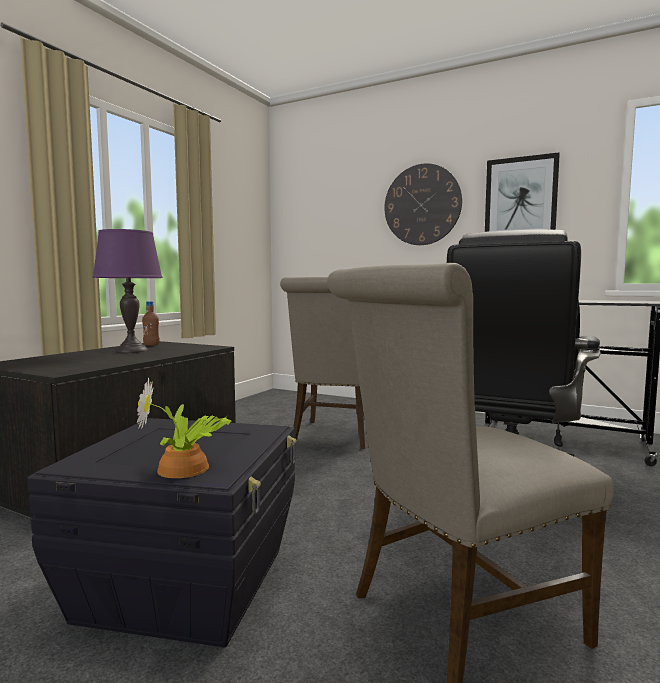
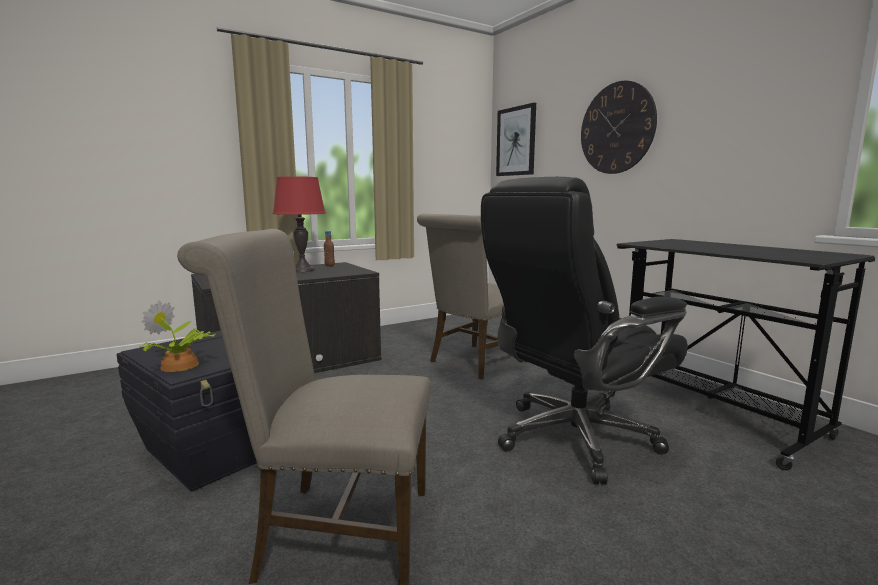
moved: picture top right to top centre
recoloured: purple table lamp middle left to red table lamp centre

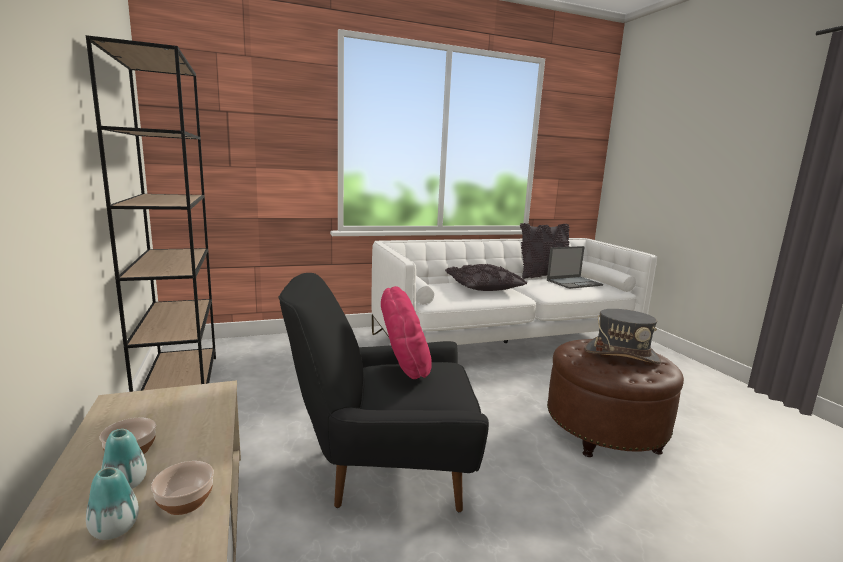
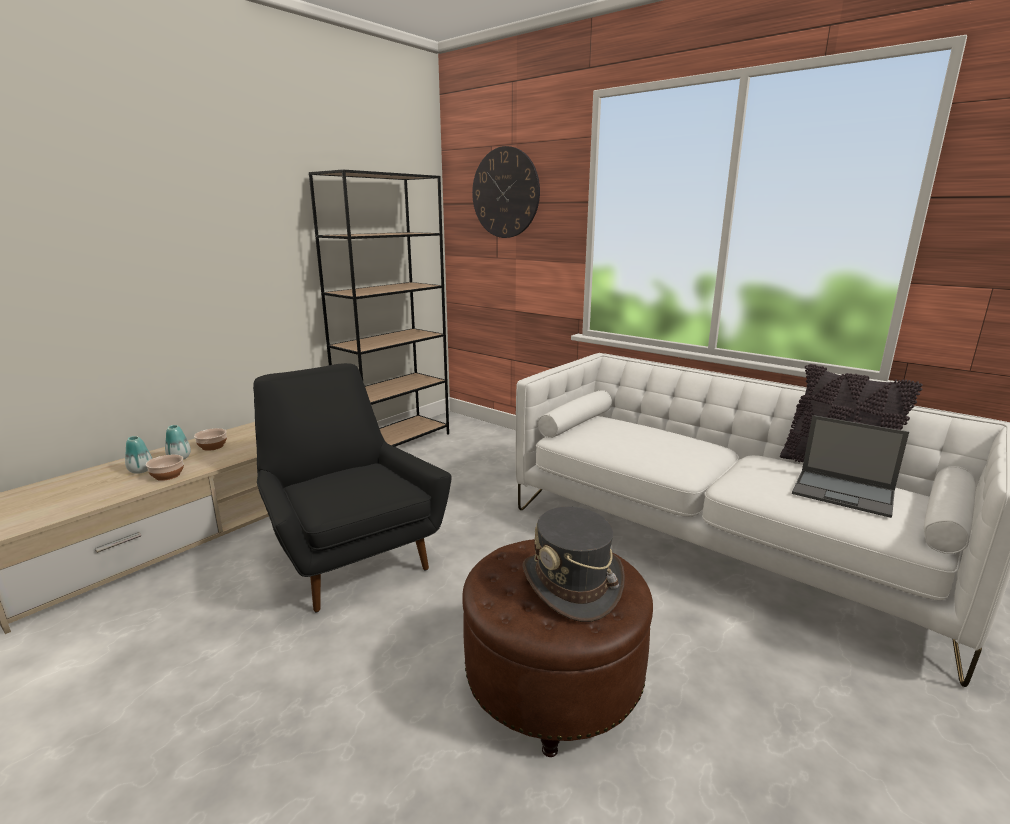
removed: pink pillow centre; black pillow (1st from left) centre
added: wall clock top centre

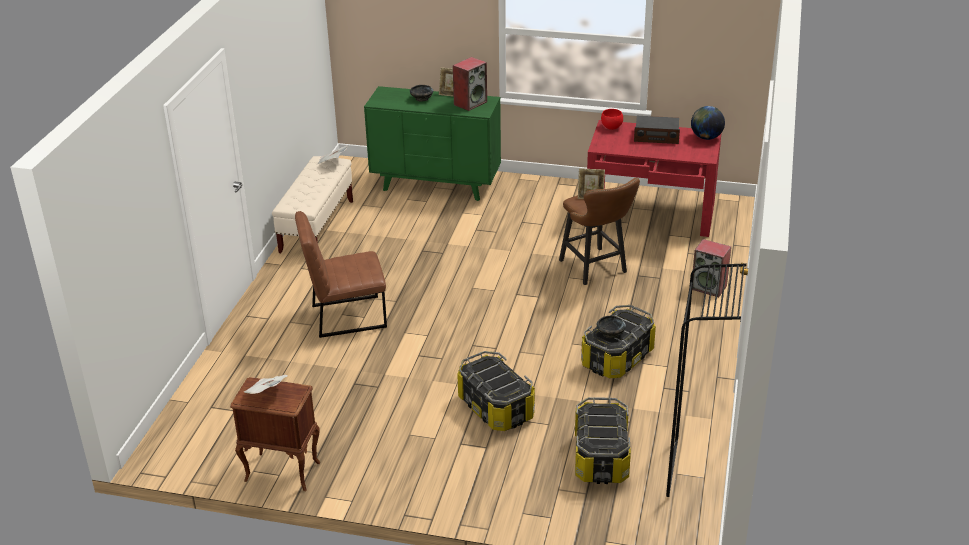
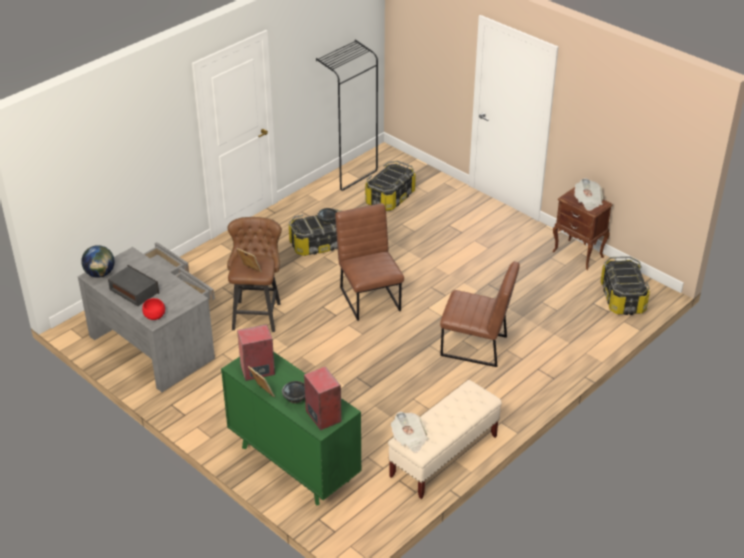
added: brown chair (1st from left) centre
moved: speaker (2nd from left) middle right to bottom centre; storage box (1st from left in the first image) bottom centre to storage box (3rd from left) middle right
recoloured: red desk top right to grey desk middle left

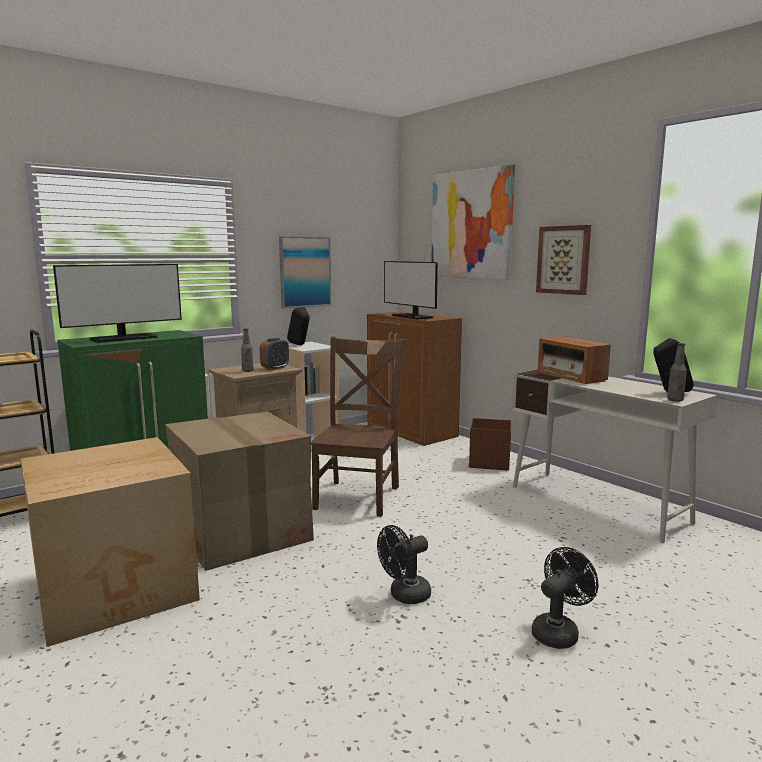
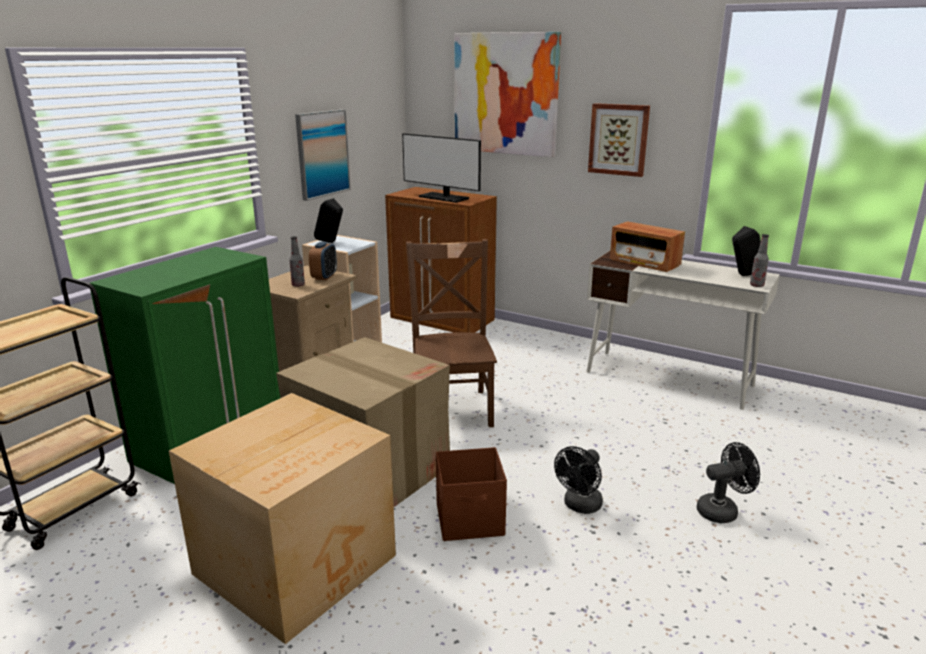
removed: monitor (1st from left) middle left
moved: brown storage box centre to bottom centre
turned: black fan (2nd from left) bottom right = bottom right 45 degrees clockwise

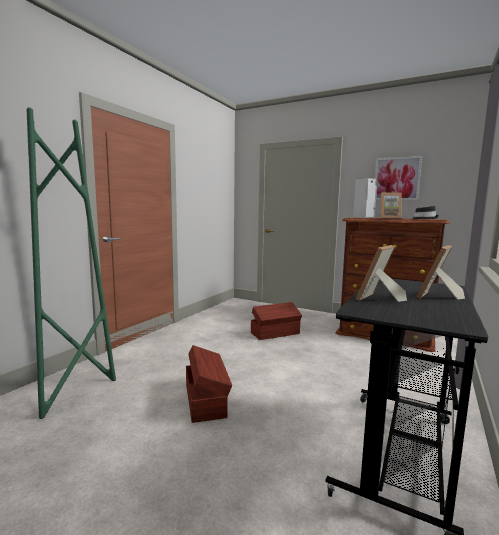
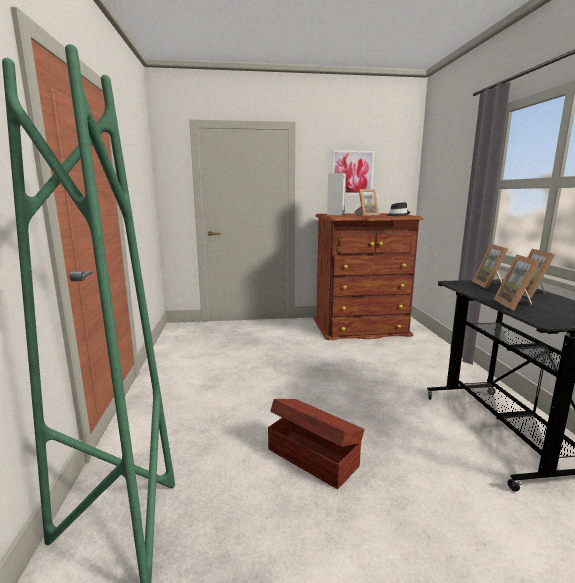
removed: brown storage box (2nd from left) centre
added: picture frame (2nd from left) middle right

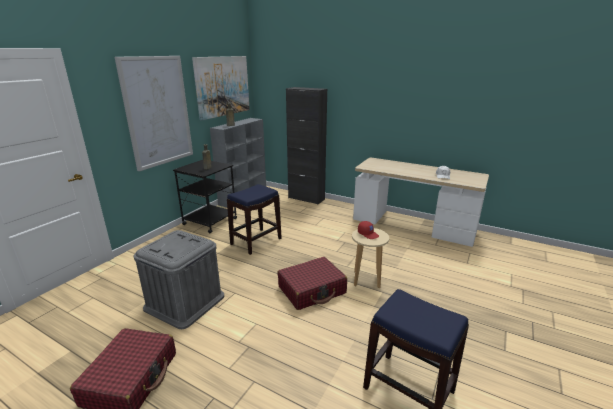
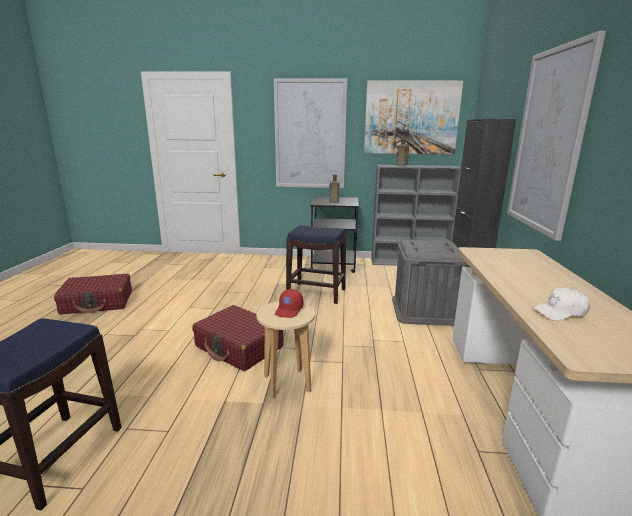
added: picture (3rd from left) top right
moved: grey storage box bottom left to middle right

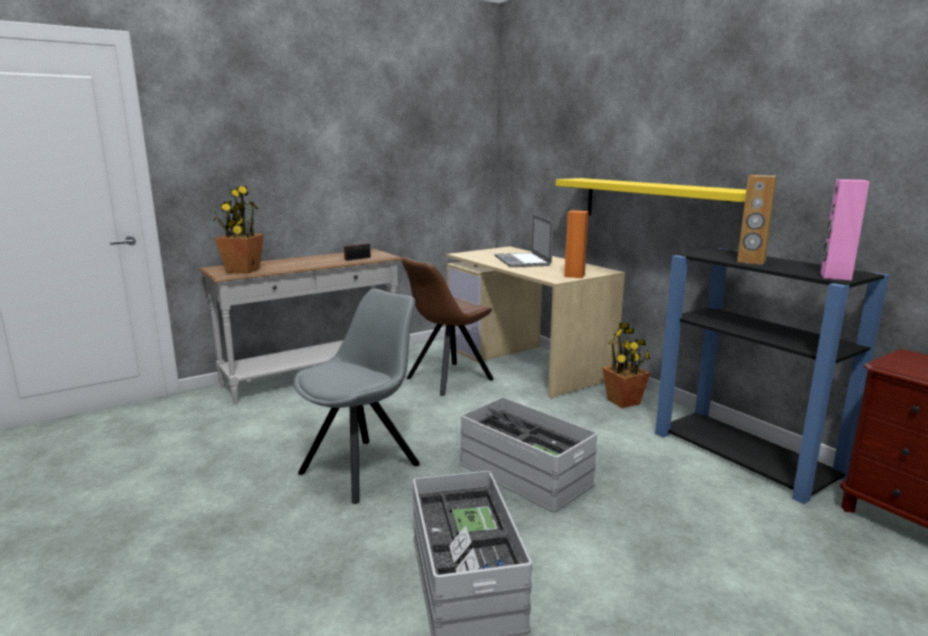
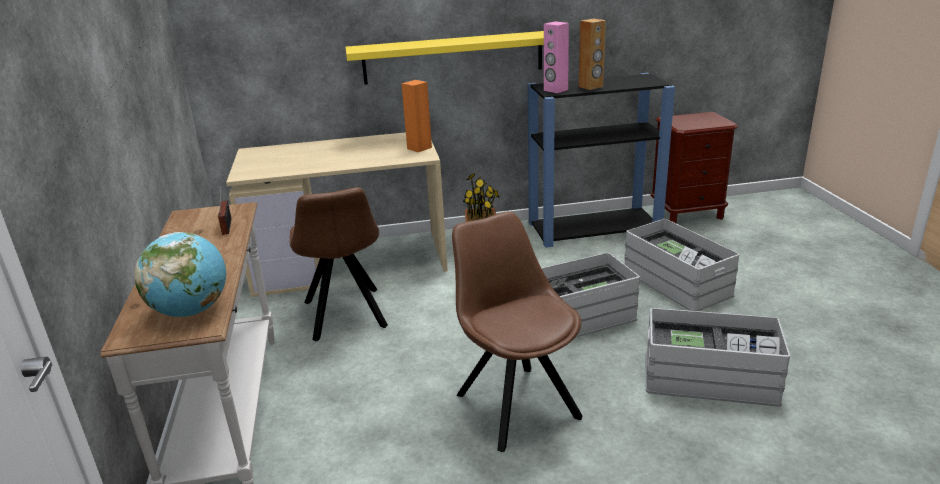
removed: laptop centre
added: grey storage box (2nd from left) middle right
moved: pink speaker middle right to top centre
replaced: potted plant (1st from left) middle left to globe middle left
recoloured: grey chair centre to brown chair (2nd from left) bottom centre

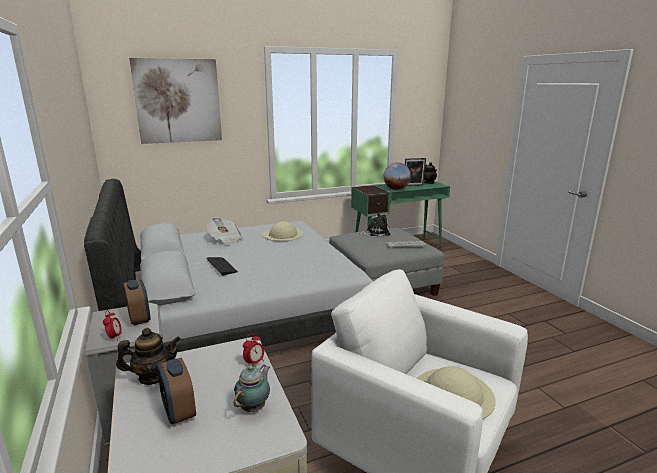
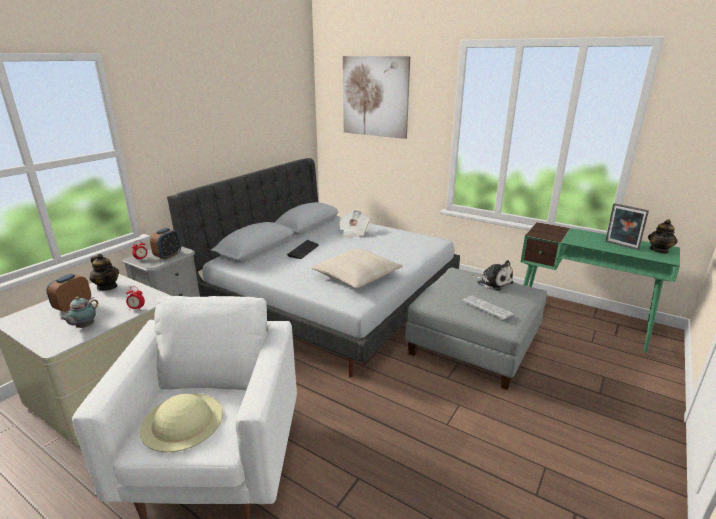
removed: beige hat (1st from left) centre; globe centre
added: beige pillow centre
turned: teapot (2nd from left in the first image) bottom centre = middle left 120 degrees clockwise

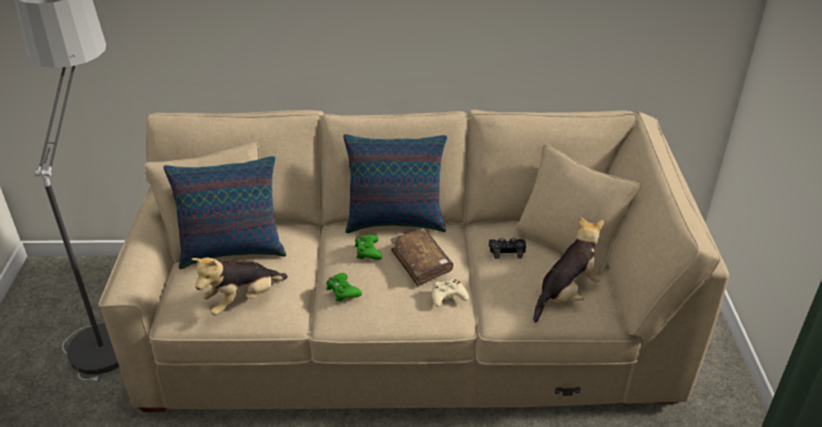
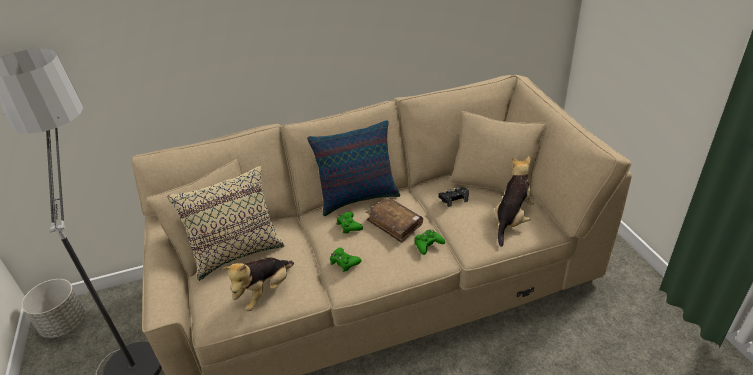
added: grey planter bottom left
recoloured: blue pillow (1st from left) middle left to beige pillow middle left; beige game controller bottom centre to green game controller (3rd from left) centre

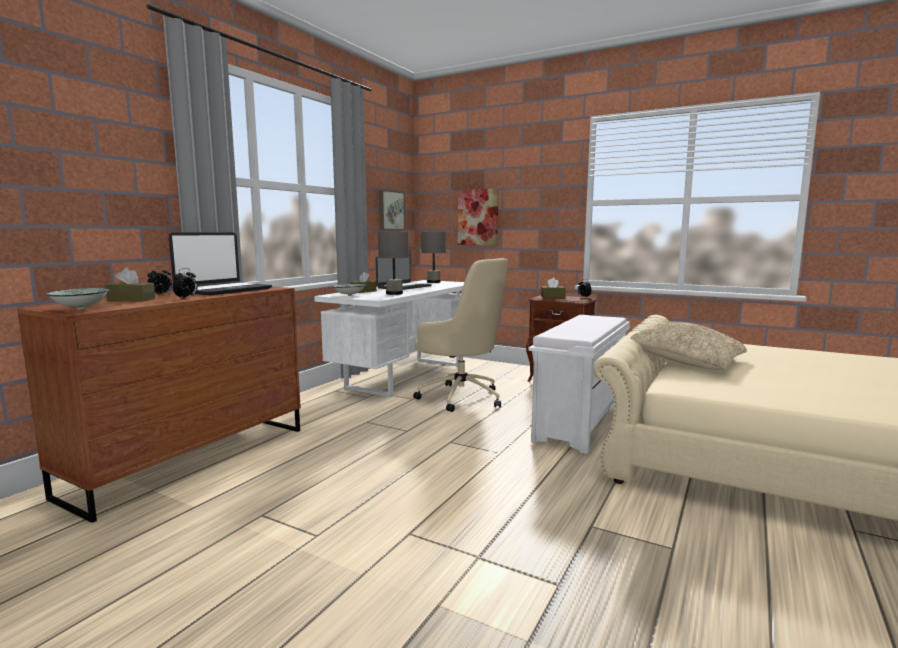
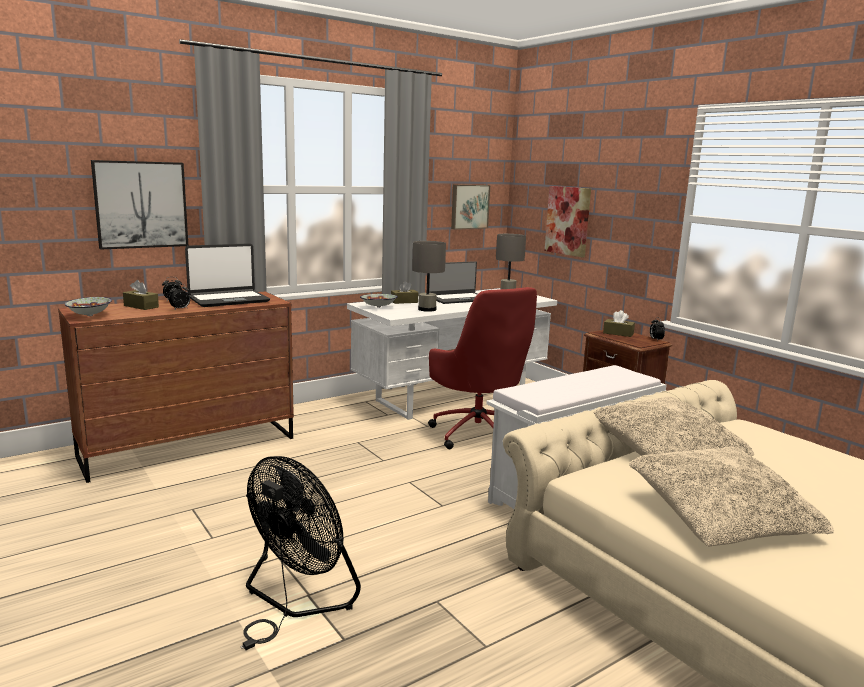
added: picture (1st from left) top left; black fan bottom centre; beige pillow (2nd from left) bottom right
recoloured: beige office chair centre to red office chair centre

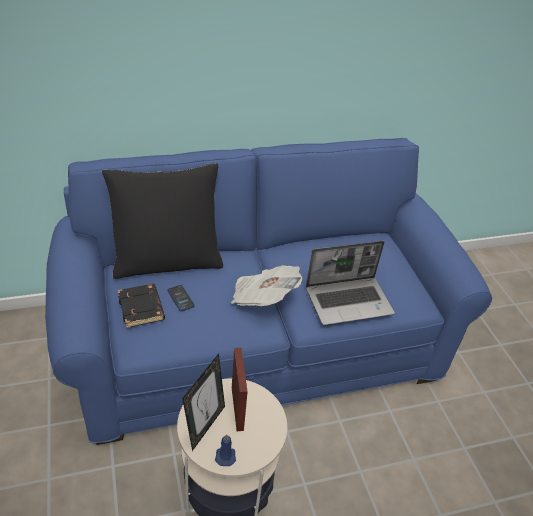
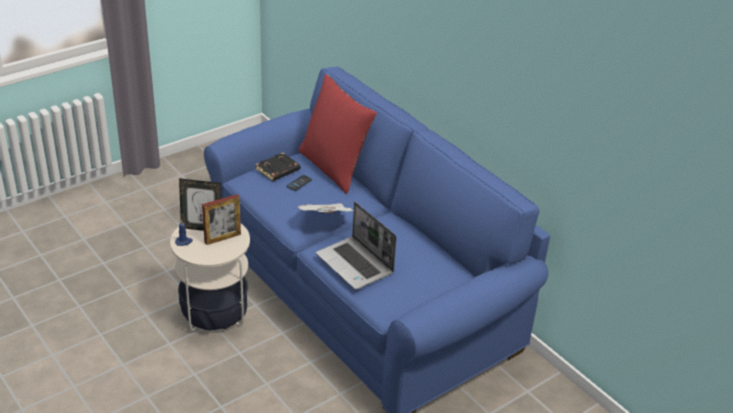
recoloured: black pillow middle left to red pillow top centre

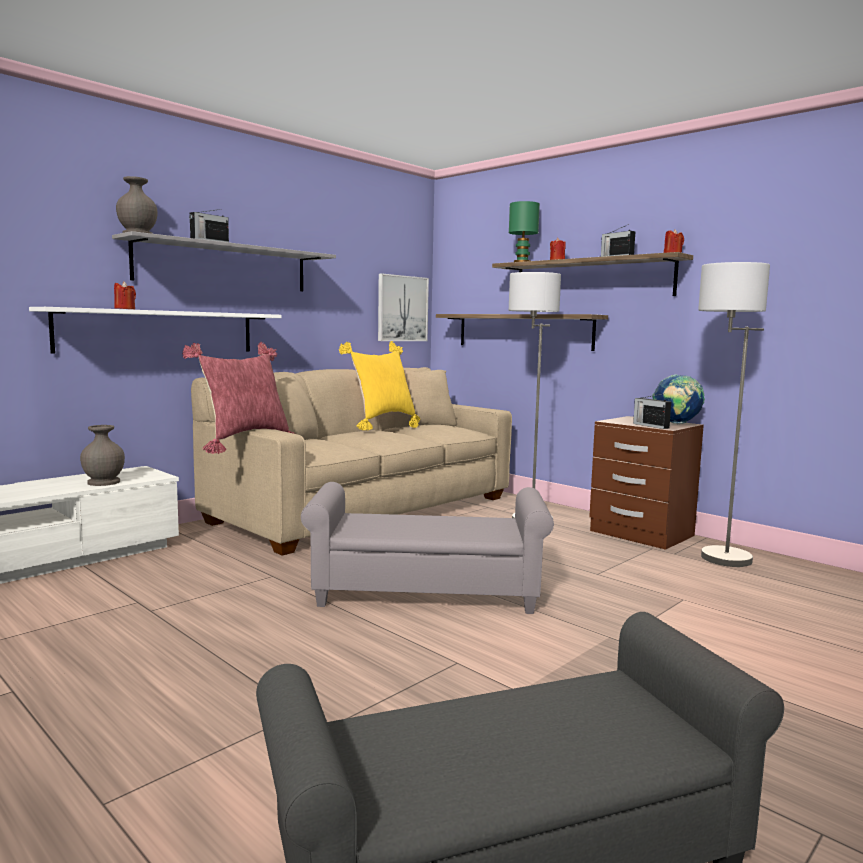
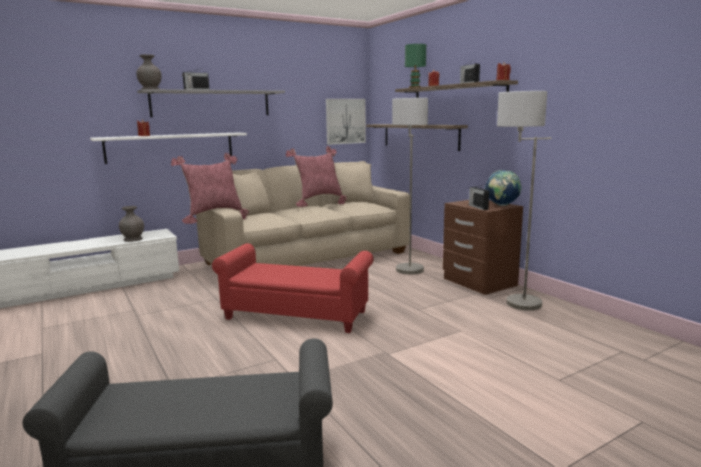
recoloured: grey ottoman (1st from left) centre to red ottoman centre; yellow pillow centre to red pillow (2nd from left) centre

